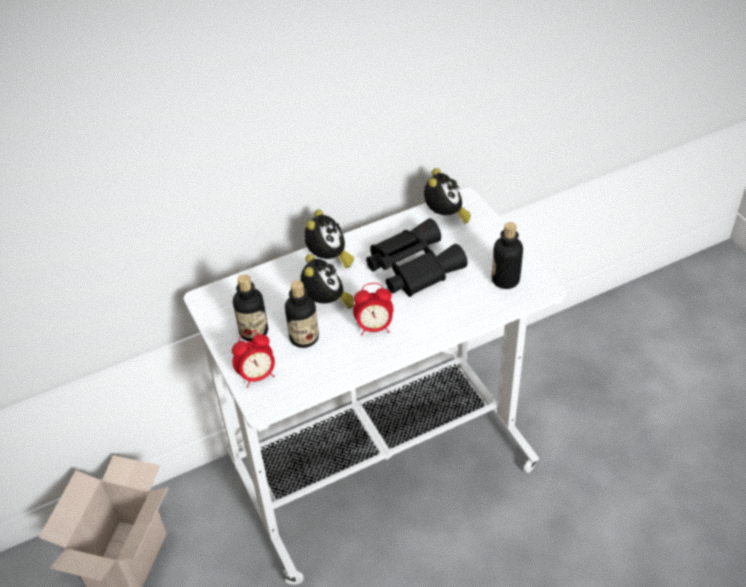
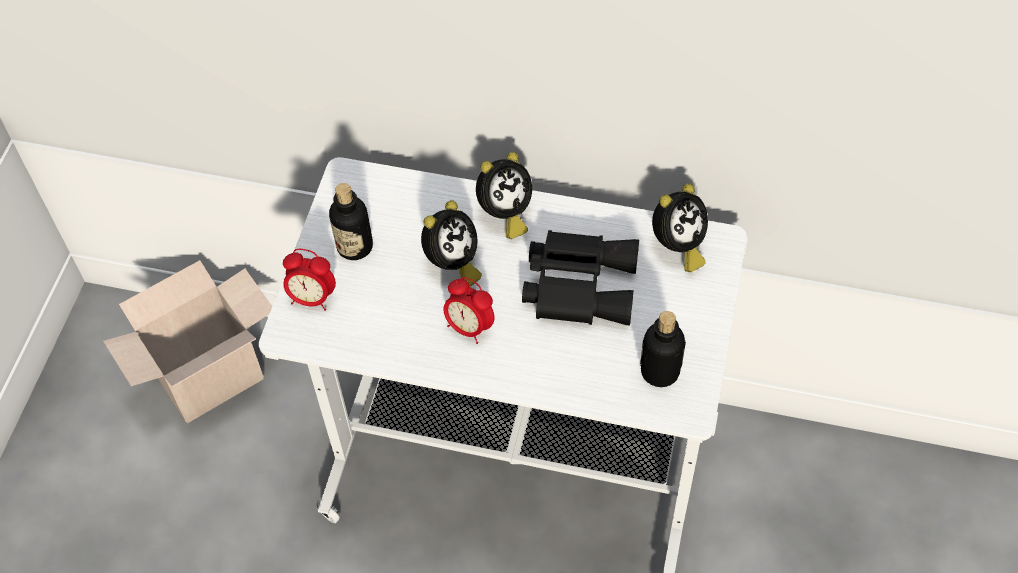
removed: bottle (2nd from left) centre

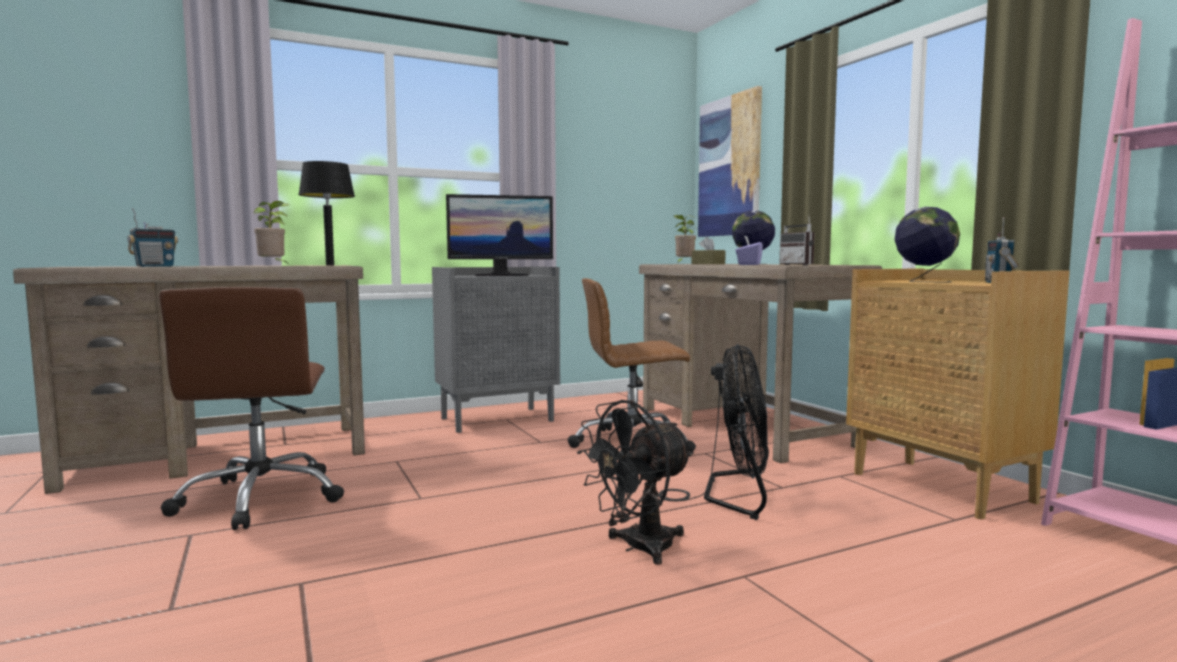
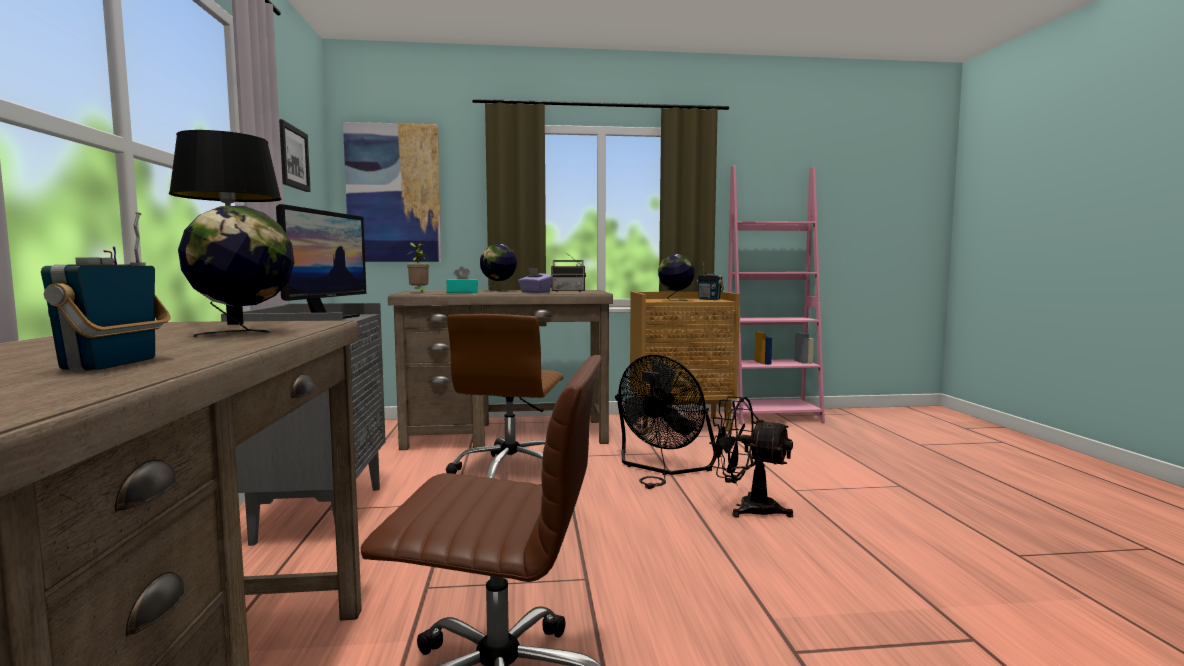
added: picture (1st from left) top left
replaced: potted plant (1st from left) middle left to globe (1st from left) middle left
recoloured: brown tissue box centre to turquoise tissue box centre
turned: radio (1st from left) middle left = middle left 150 degrees counterclockwise; black fan (1st from left in the first image) bottom centre = bottom centre 135 degrees clockwise

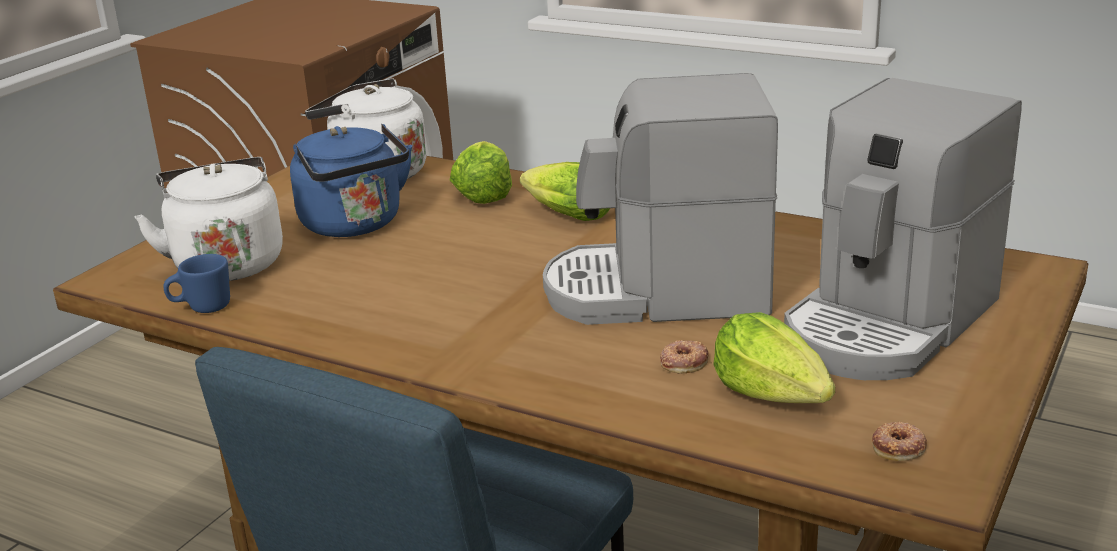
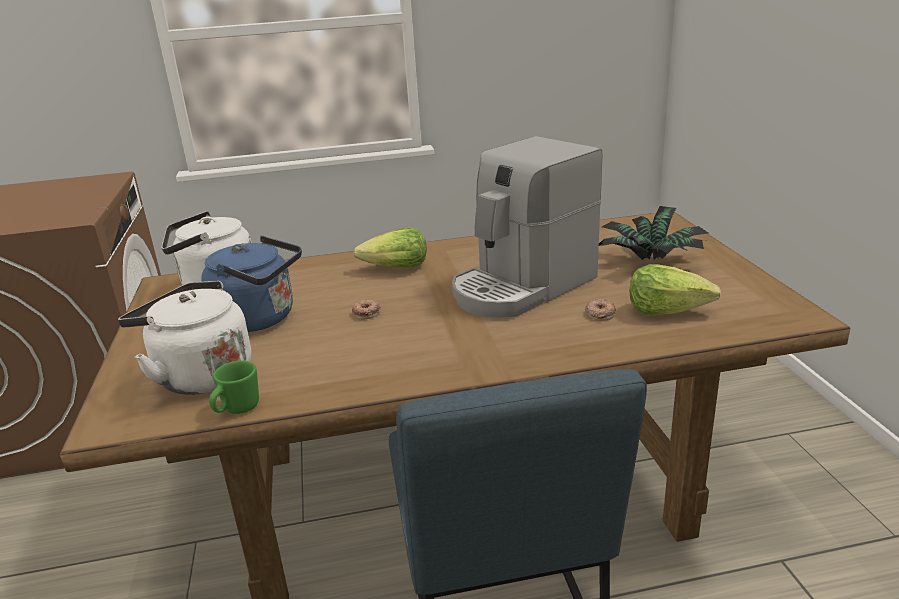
removed: lettuce (1st from left) top centre
moved: donut (2nd from left in the first image) bottom right to donut (1st from left) centre
replaced: coffee machine (2nd from left) middle right to potted plant middle right
recoloured: blue mug middle left to green mug middle left

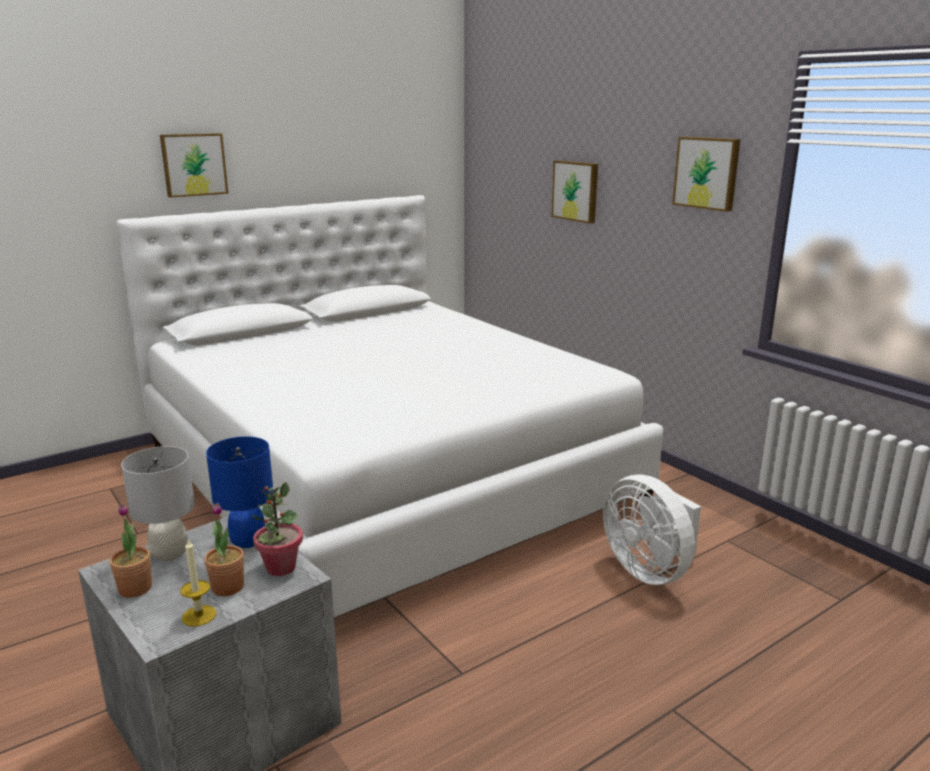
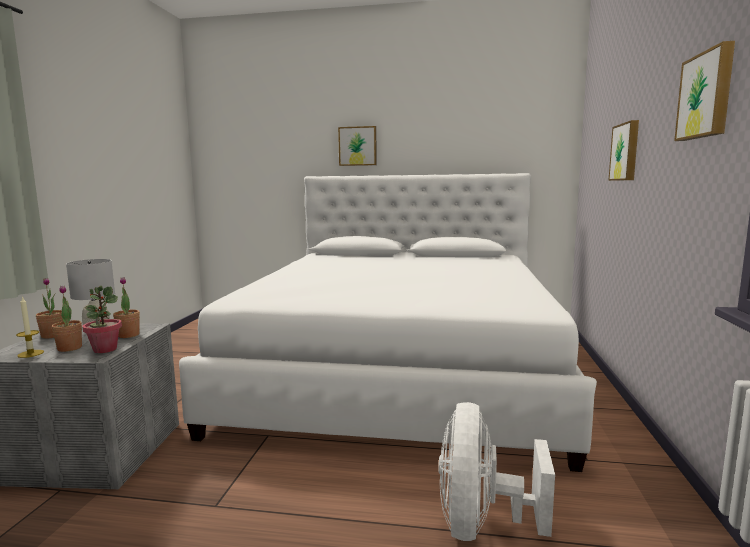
replaced: blue table lamp middle left to potted plant (4th from left) middle left

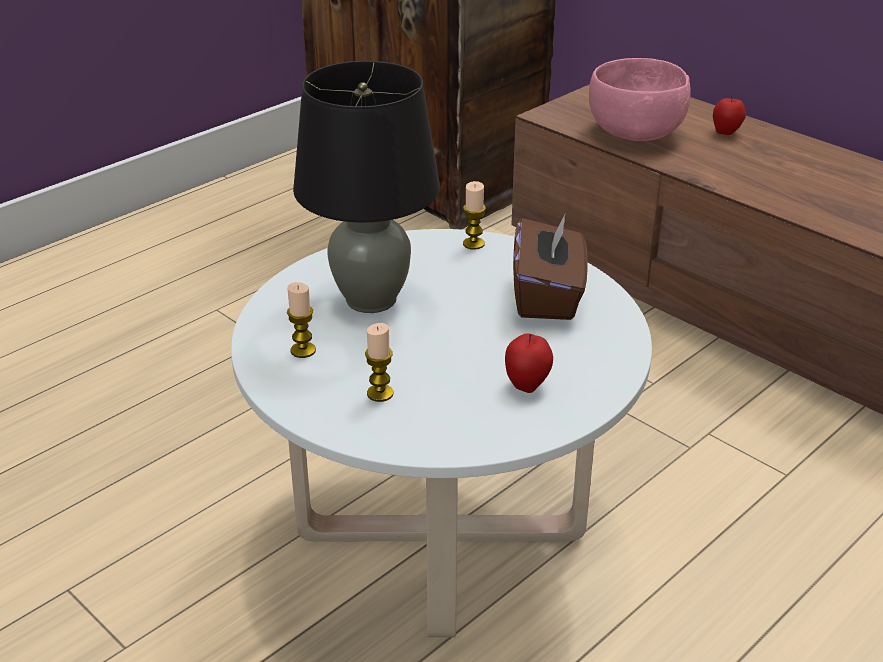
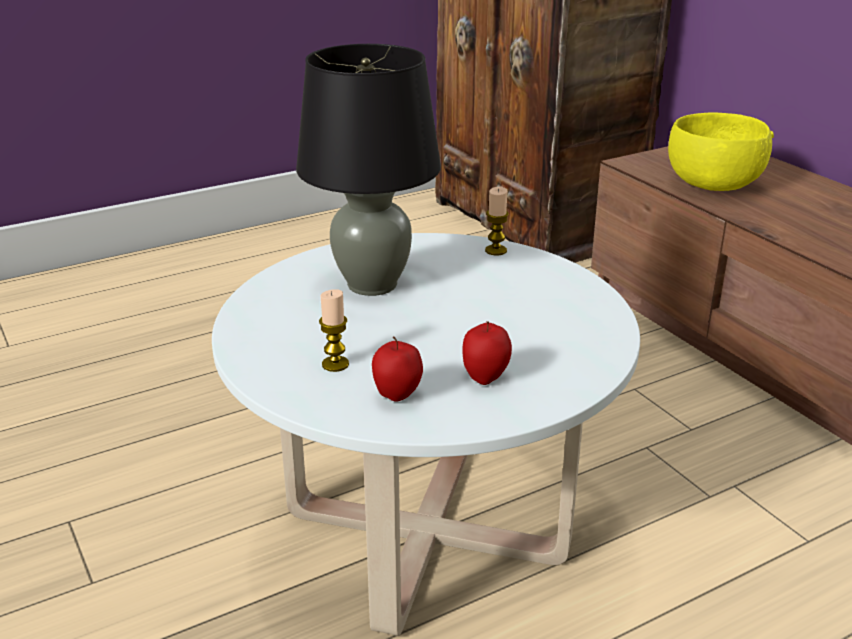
removed: candle (1st from left) centre; brown tissue box centre
moved: apple (2nd from left in the first image) top right to apple (1st from left) centre
recoloured: pink bowl top right to yellow bowl top right

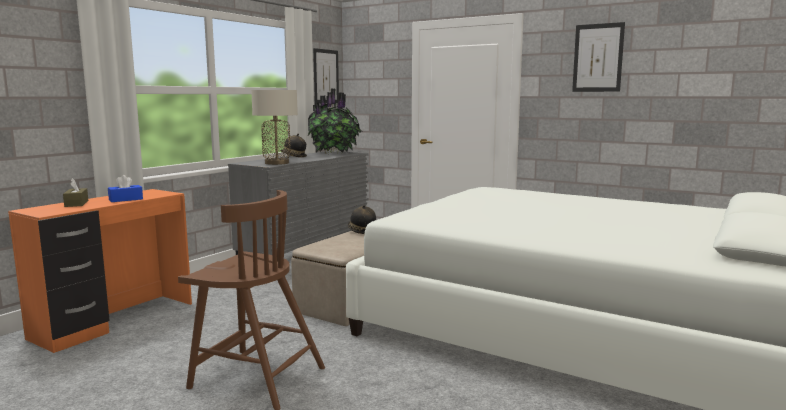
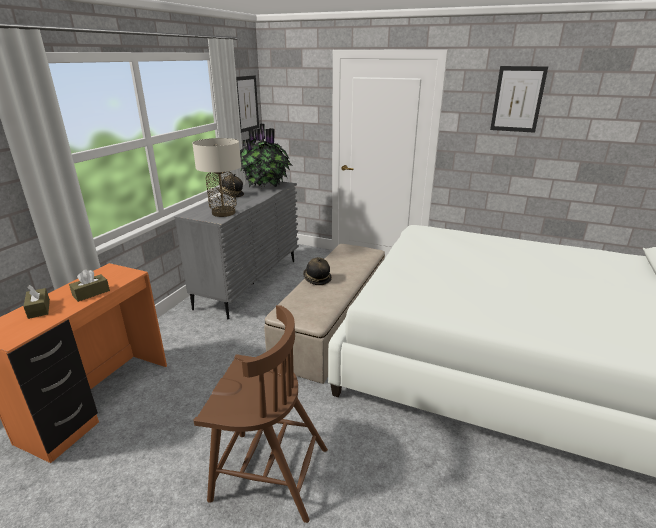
recoloured: blue tissue box middle left to brown tissue box (2nd from left) middle left

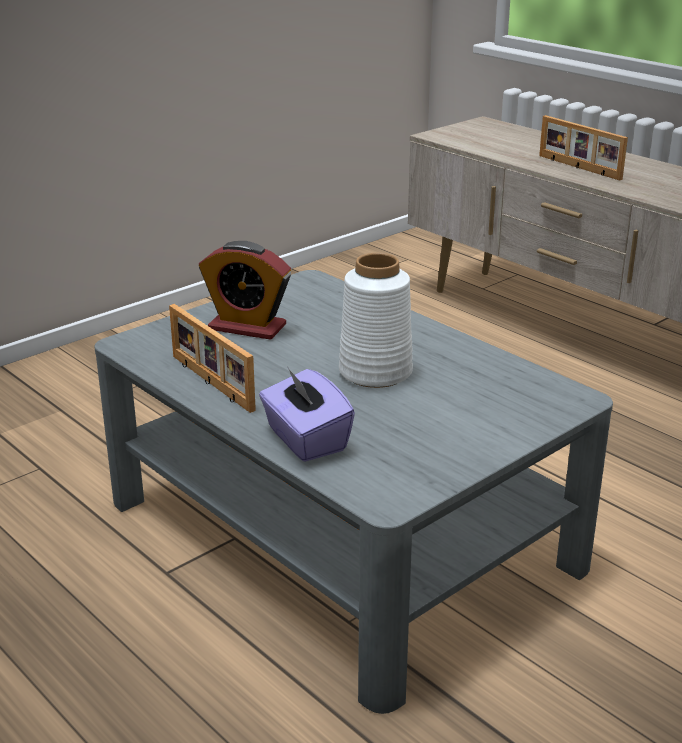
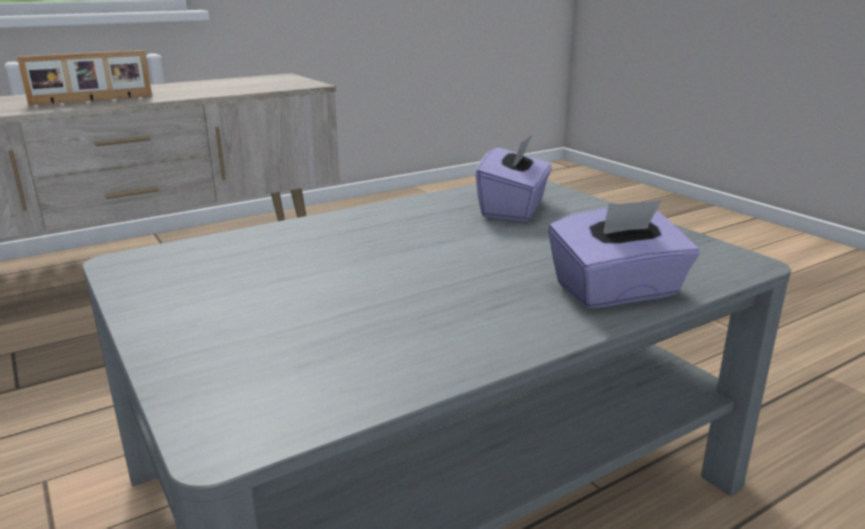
removed: picture frame (1st from left) middle left; alarm clock centre; white vase centre
added: purple tissue box (1st from left) centre

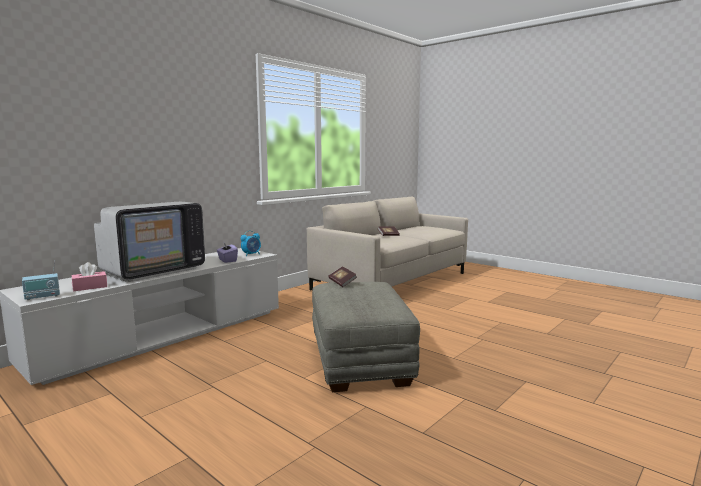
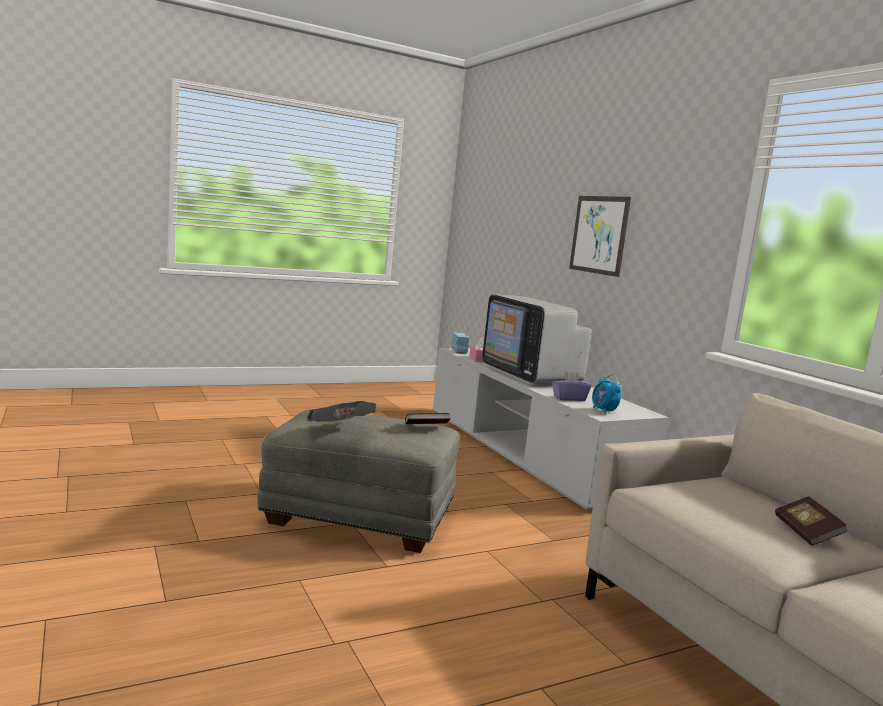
added: newspaper centre; picture middle right

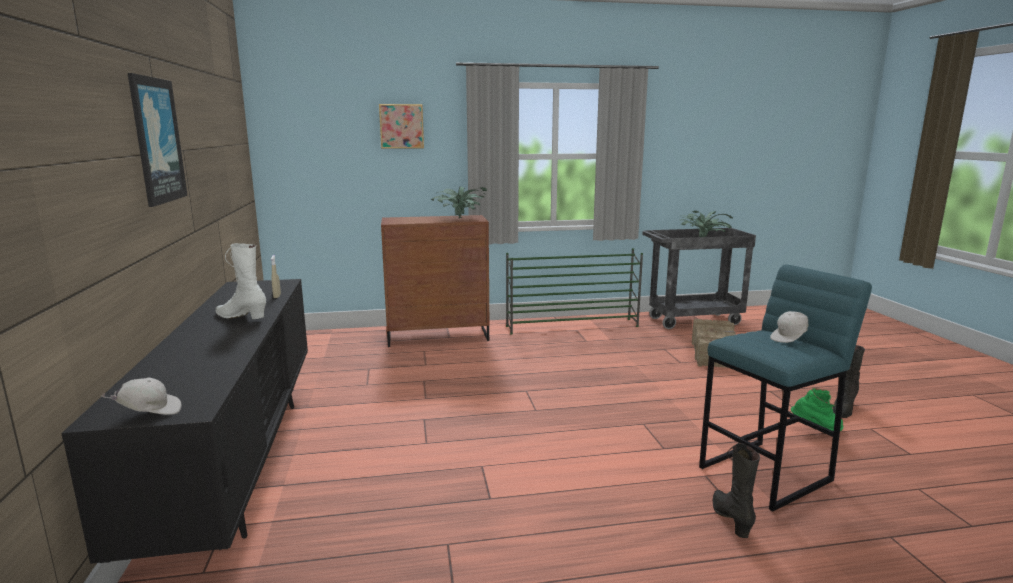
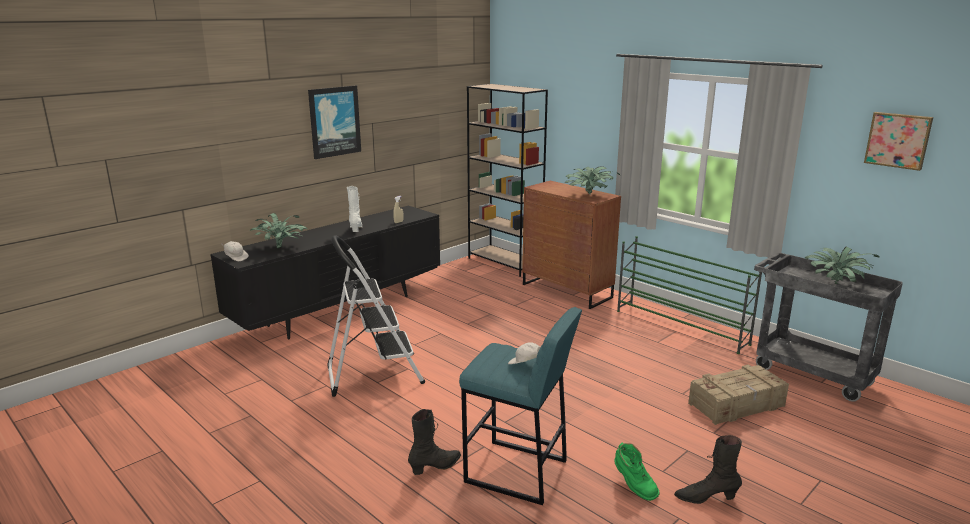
added: potted plant (1st from left) middle left; step ladder centre; beige bookcase centre
moved: picture (2nd from left) top centre to top right

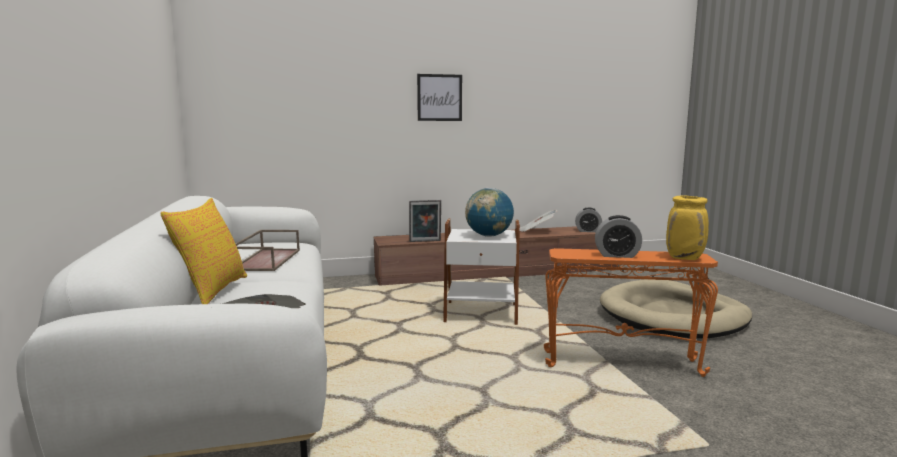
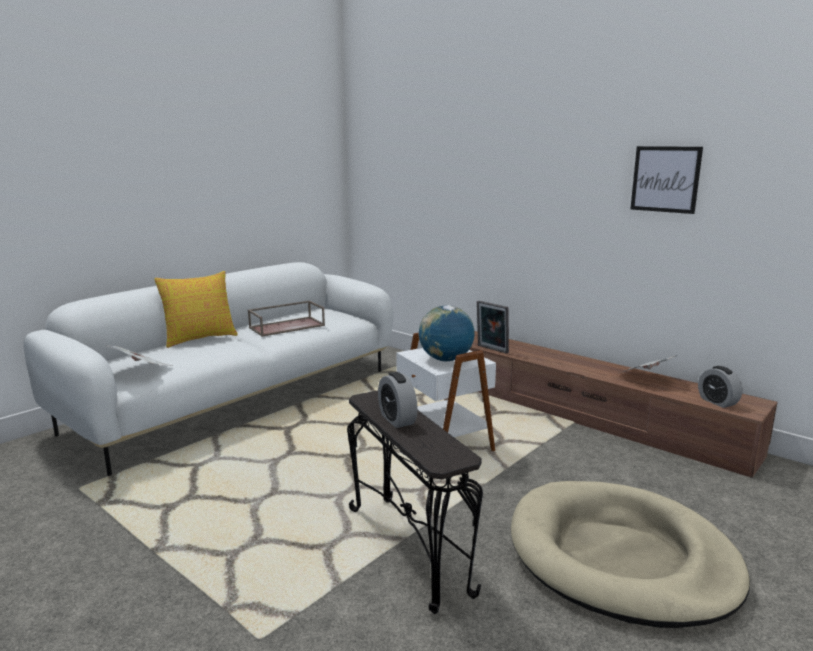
removed: yellow vase middle right
moved: picture top centre to top right
recoloured: orange side table bottom right to black side table bottom centre

